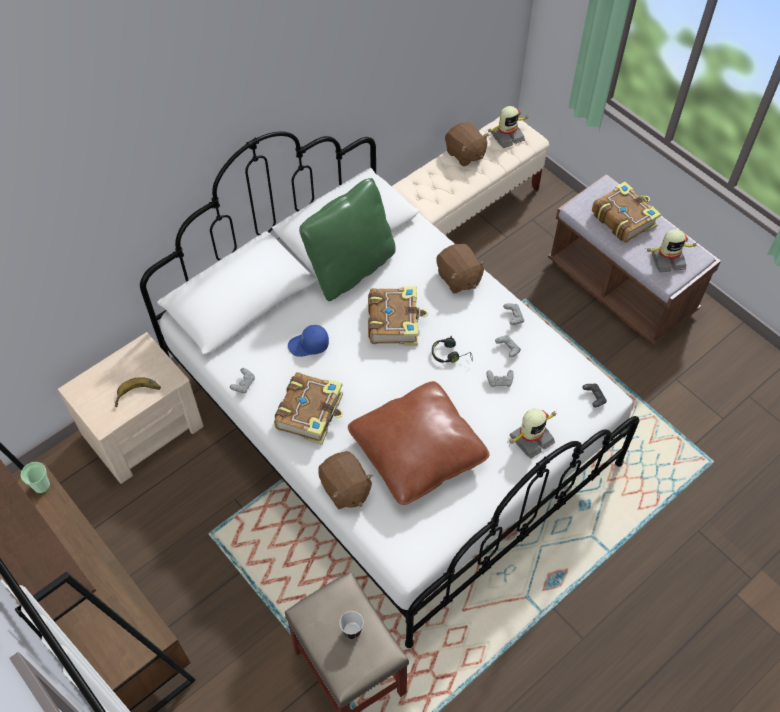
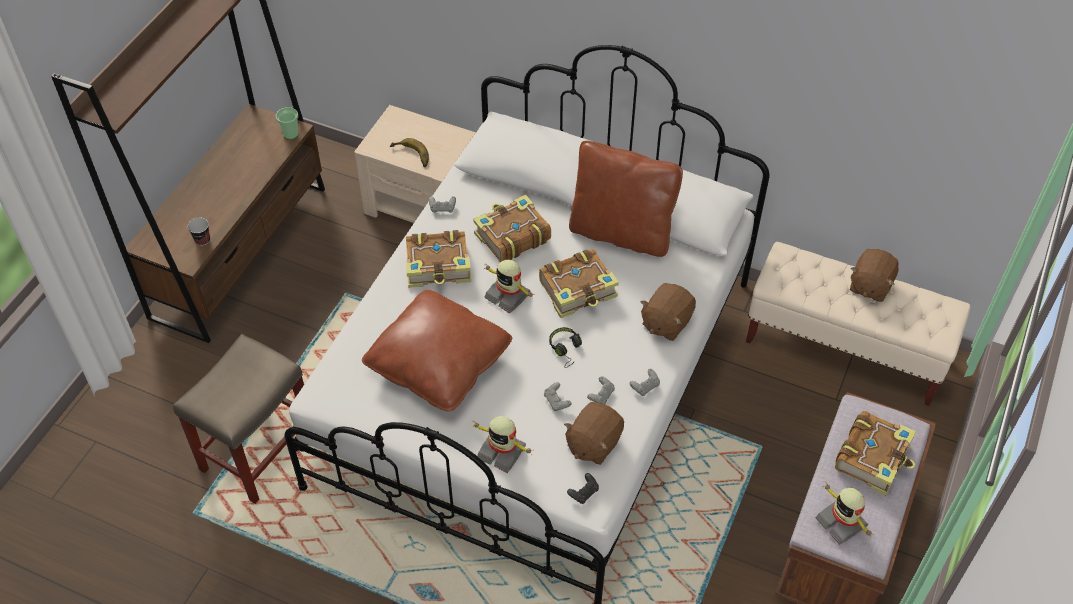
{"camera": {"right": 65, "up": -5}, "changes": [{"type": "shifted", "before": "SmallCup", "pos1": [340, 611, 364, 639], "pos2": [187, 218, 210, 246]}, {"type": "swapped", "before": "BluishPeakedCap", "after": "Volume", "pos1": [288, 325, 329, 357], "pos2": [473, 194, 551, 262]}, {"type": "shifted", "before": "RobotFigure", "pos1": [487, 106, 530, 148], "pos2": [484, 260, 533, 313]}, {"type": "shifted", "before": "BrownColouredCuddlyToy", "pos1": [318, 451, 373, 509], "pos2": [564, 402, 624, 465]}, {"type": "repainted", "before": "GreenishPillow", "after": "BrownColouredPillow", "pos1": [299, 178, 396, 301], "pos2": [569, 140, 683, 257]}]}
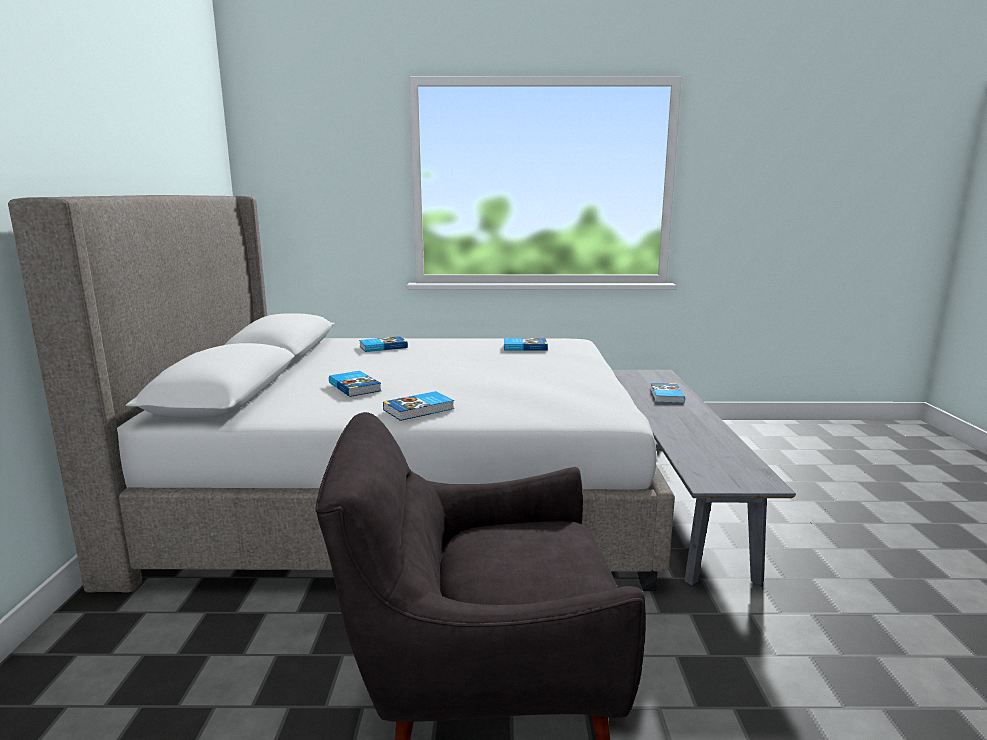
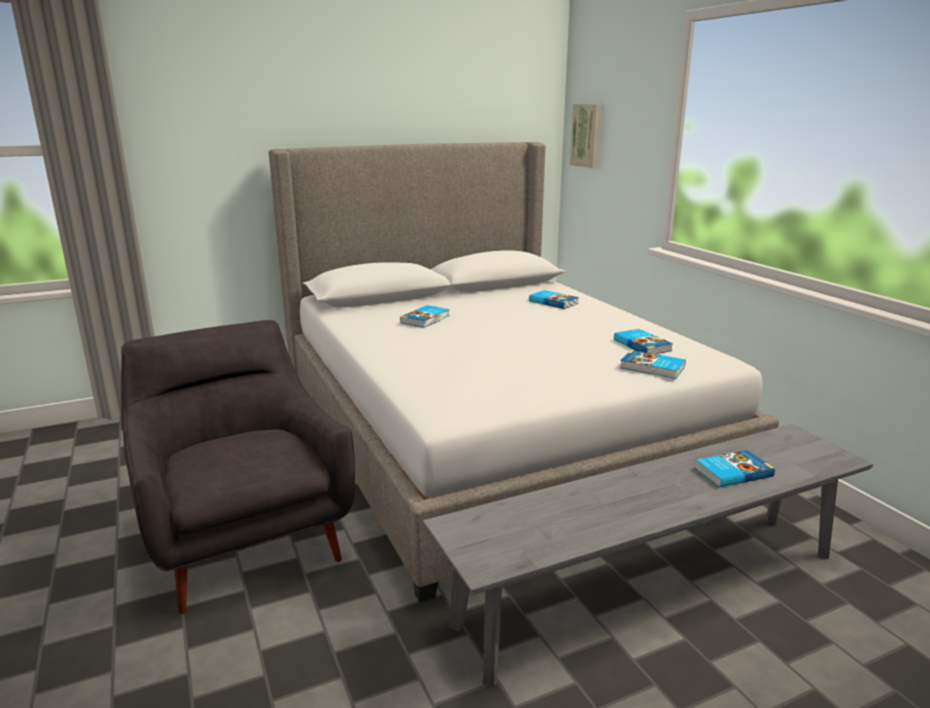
{"camera": {"right": 65, "up": 5}, "changes": [{"type": "new", "after": "WallPicture", "pos2": [570, 104, 601, 168]}, {"type": "shifted", "before": "Volume", "pos1": [383, 391, 454, 421], "pos2": [620, 350, 686, 379]}]}
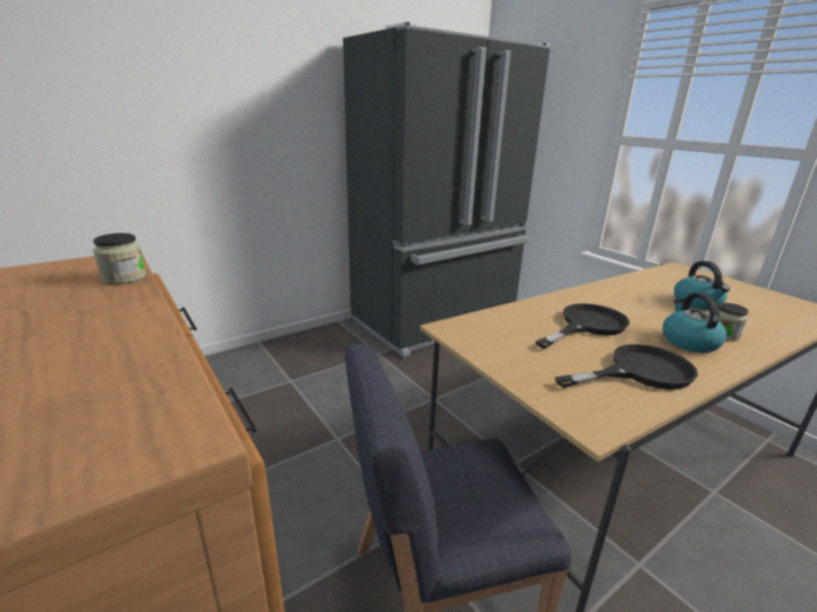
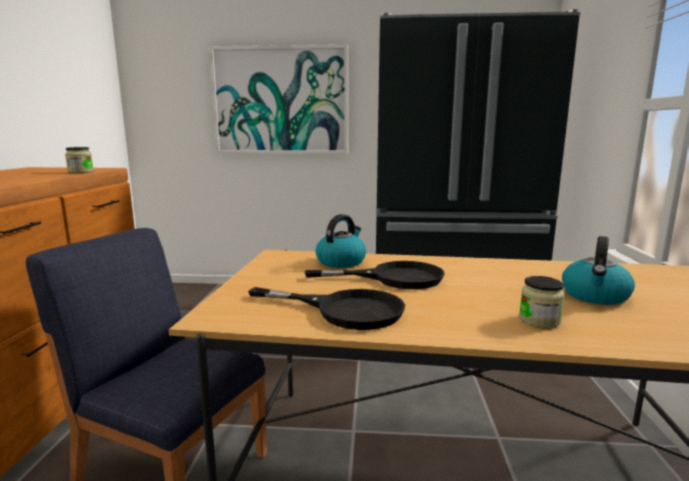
{"camera": {"right": 40, "up": -10}, "changes": [{"type": "new", "after": "WallPicture", "pos2": [209, 44, 348, 154]}, {"type": "shifted", "before": "WaterKettle", "pos1": [663, 293, 726, 353], "pos2": [316, 214, 366, 268]}]}
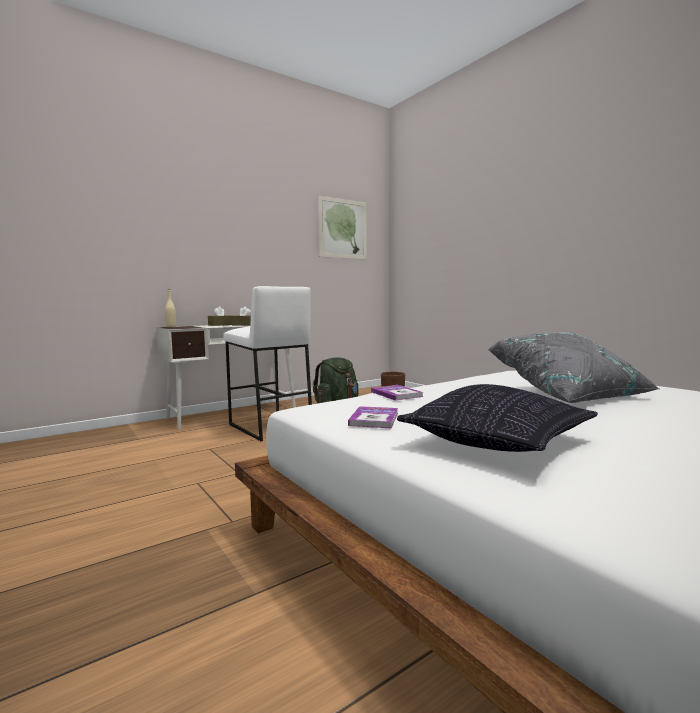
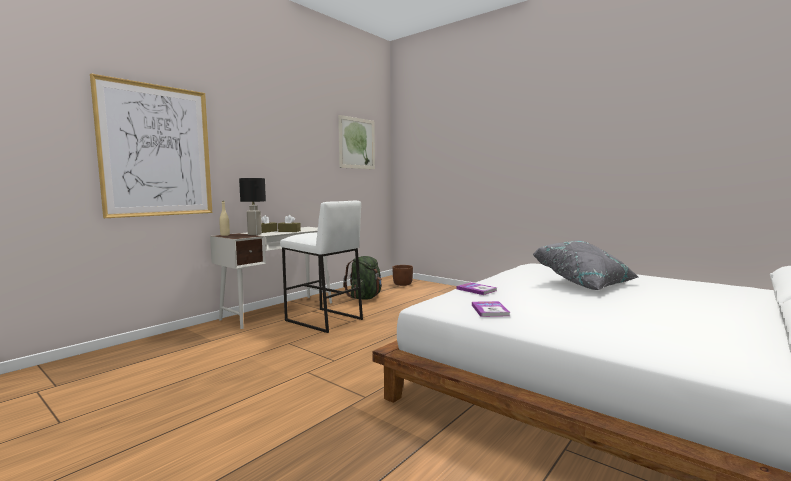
{"camera": {"right": -15, "up": 0}, "changes": [{"type": "new", "after": "WallPicture", "pos2": [90, 73, 212, 218]}, {"type": "new", "after": "BlackTableLamp", "pos2": [239, 178, 266, 235]}, {"type": "gone", "before": "Pillow", "pos1": [397, 384, 598, 452]}]}
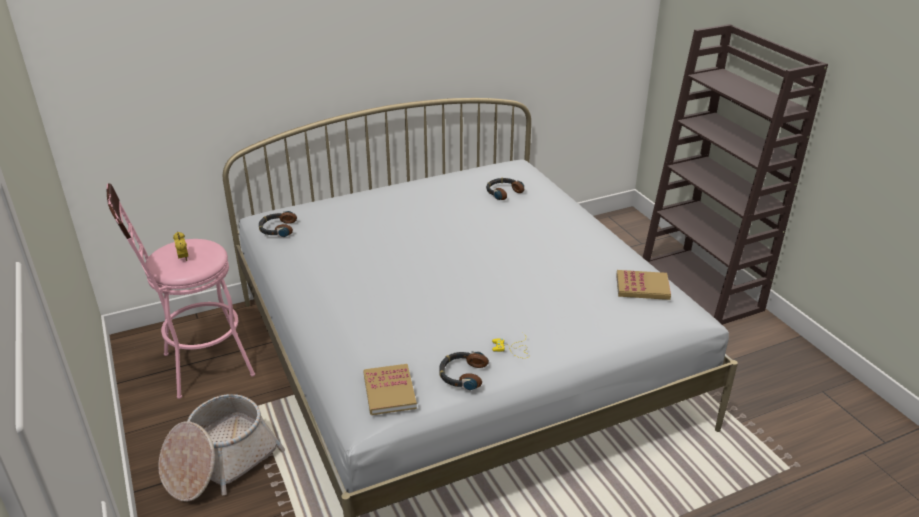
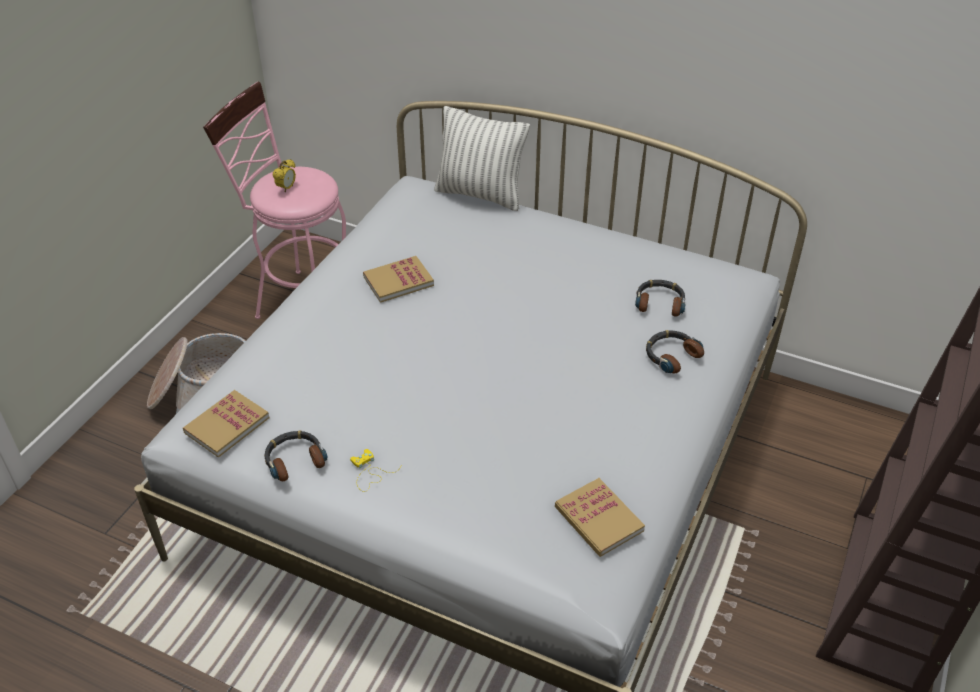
{"camera": {"right": 50, "up": 10}, "changes": [{"type": "new", "after": "Volume", "pos2": [363, 256, 434, 303]}, {"type": "new", "after": "Pillow", "pos2": [434, 106, 530, 211]}, {"type": "shifted", "before": "Headphones", "pos1": [259, 211, 297, 237], "pos2": [646, 330, 704, 373]}]}
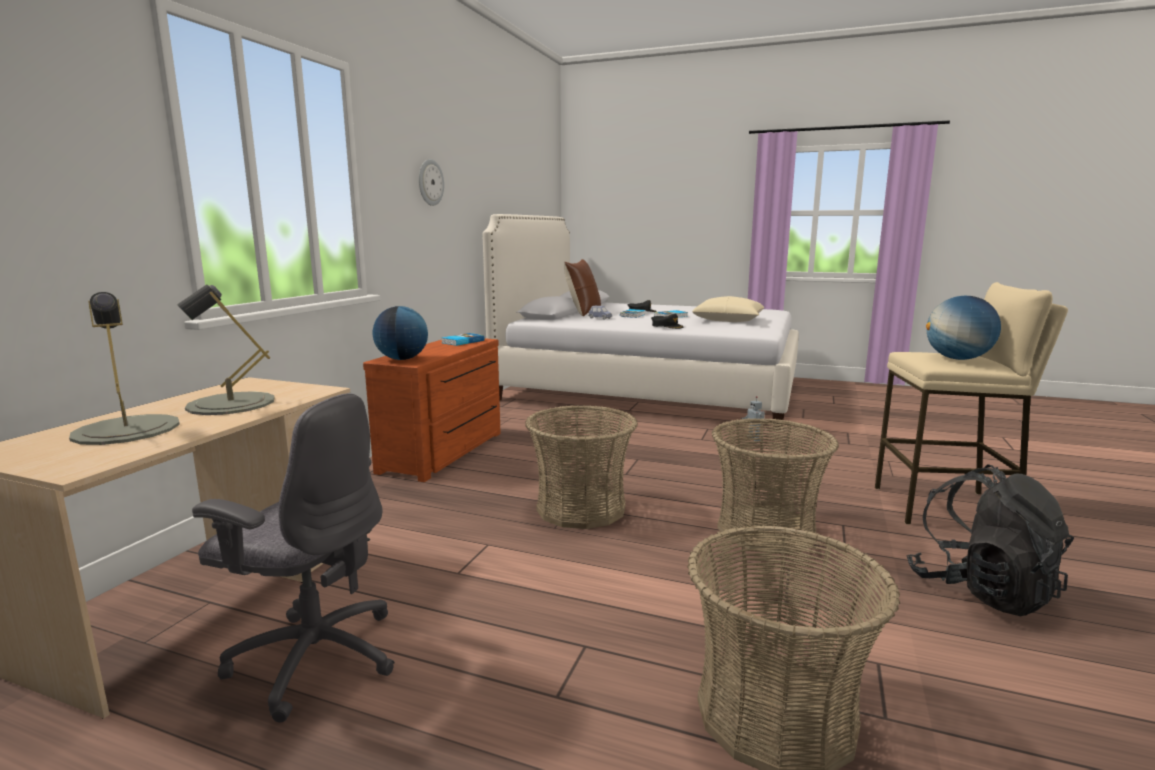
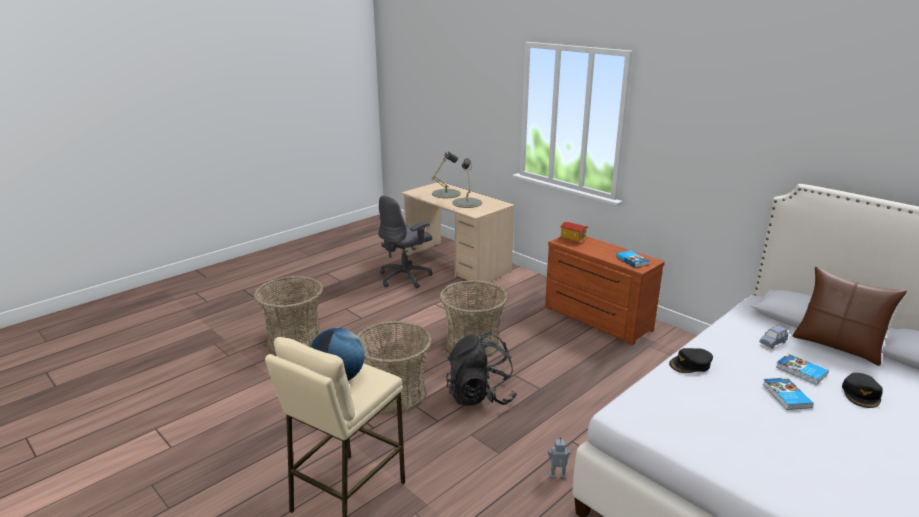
{"camera": {"right": 115, "up": 10}, "changes": [{"type": "shifted", "before": "BlackRucksack", "pos1": [906, 464, 1074, 616], "pos2": [446, 332, 517, 406]}, {"type": "swapped", "before": "WorldGlobe", "after": "MiniatureHouse", "pos1": [373, 306, 428, 360], "pos2": [560, 222, 588, 244]}, {"type": "gone", "before": "ClockOnTheWall", "pos1": [419, 159, 444, 206]}, {"type": "gone", "before": "BeigePillow", "pos1": [692, 296, 764, 322]}]}
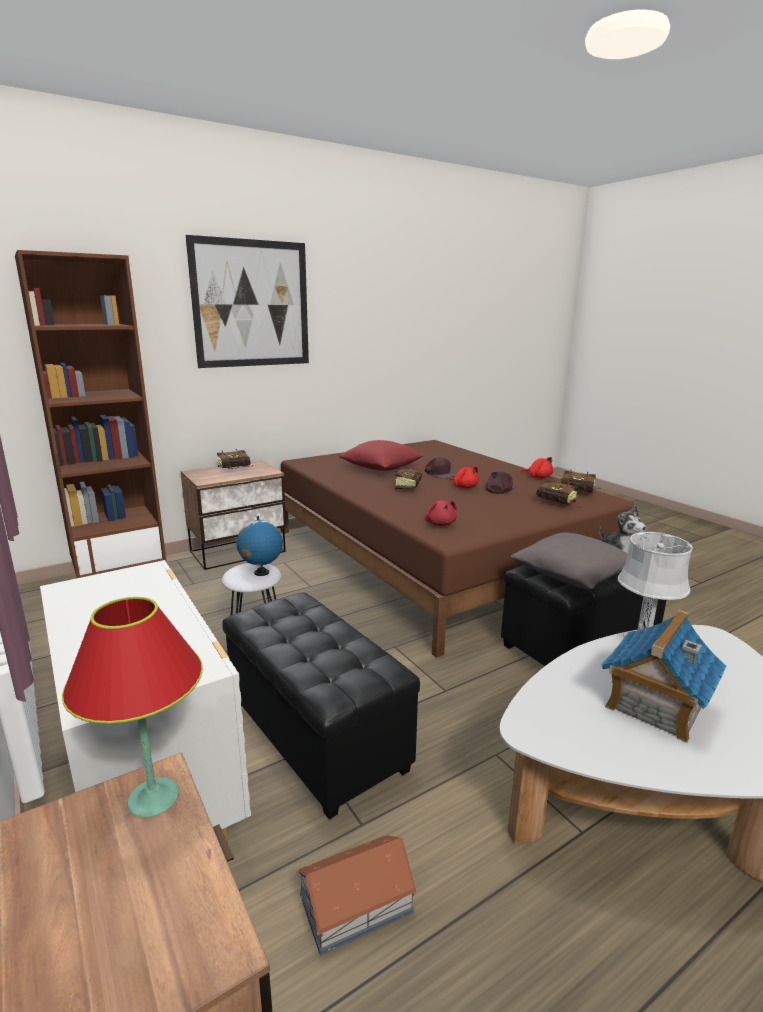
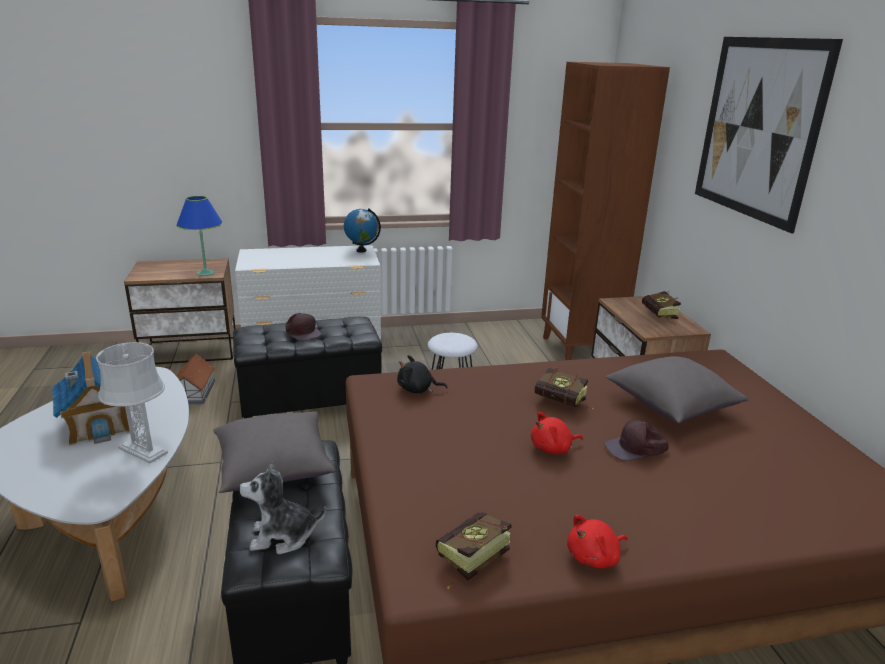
{"camera": {"right": 110, "up": 5}, "changes": [{"type": "repainted", "before": "ReddishTableLamp", "after": "BluishTableLamp", "pos1": [62, 597, 203, 818], "pos2": [176, 196, 223, 276]}, {"type": "shifted", "before": "BrownColouredPeakedCap", "pos1": [485, 472, 515, 494], "pos2": [286, 313, 321, 341]}, {"type": "shifted", "before": "WorldGlobe", "pos1": [237, 516, 283, 576], "pos2": [344, 208, 381, 253]}, {"type": "repainted", "before": "ReddishCuddlyToy", "after": "BlackCuddlyToy", "pos1": [425, 500, 457, 526], "pos2": [397, 355, 447, 393]}, {"type": "repainted", "before": "ReddishPillow", "after": "GreyPillow", "pos1": [339, 440, 424, 471], "pos2": [606, 356, 749, 423]}, {"type": "gone", "before": "Volume", "pos1": [536, 479, 582, 508]}]}
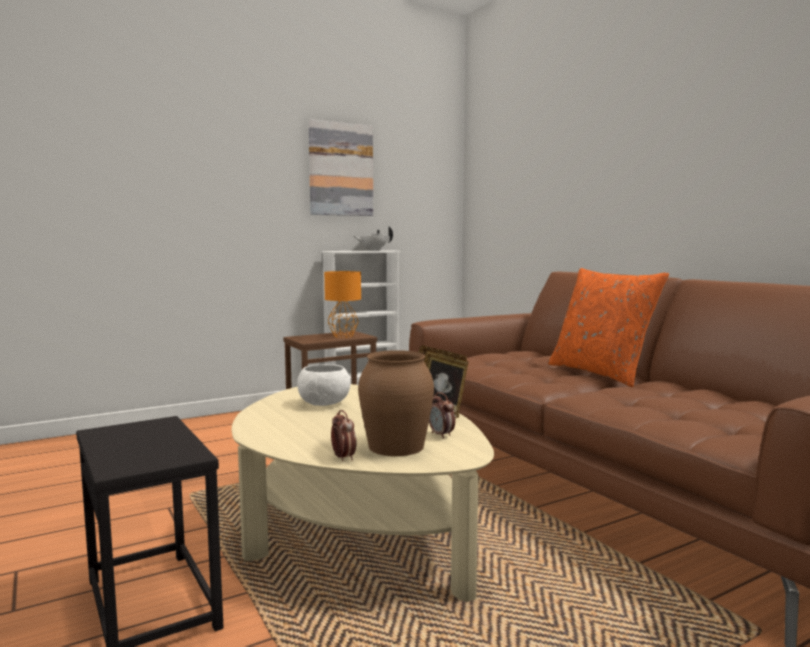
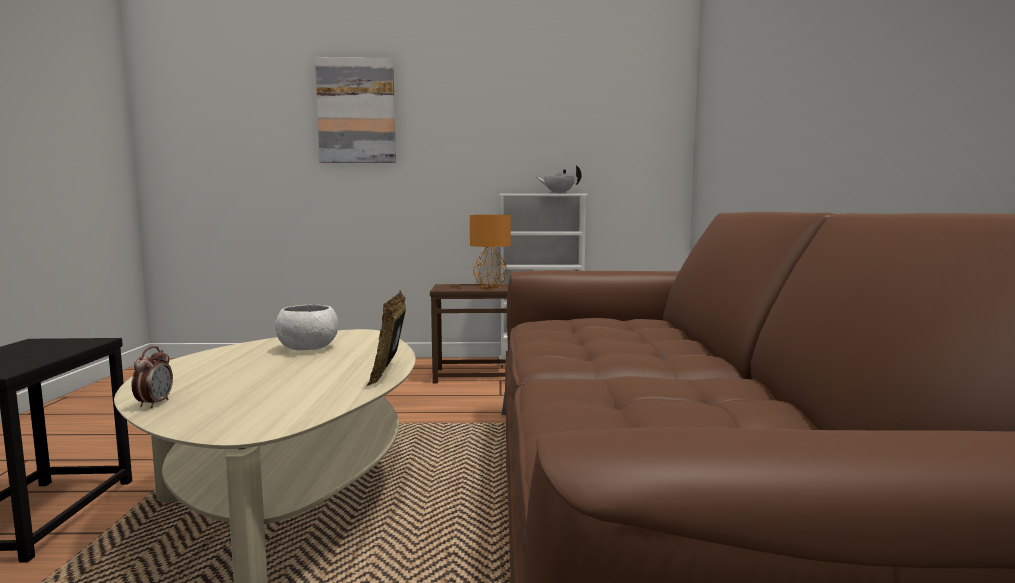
{"camera": {"right": 30, "up": 0}, "changes": [{"type": "shifted", "before": "WallPicture", "pos1": [309, 119, 373, 216], "pos2": [315, 57, 396, 163]}, {"type": "gone", "before": "BrownColouredDecorativeVase", "pos1": [358, 350, 434, 456]}, {"type": "gone", "before": "TableClock", "pos1": [429, 392, 455, 439]}, {"type": "gone", "before": "OrangeyPillow", "pos1": [548, 268, 669, 387]}]}
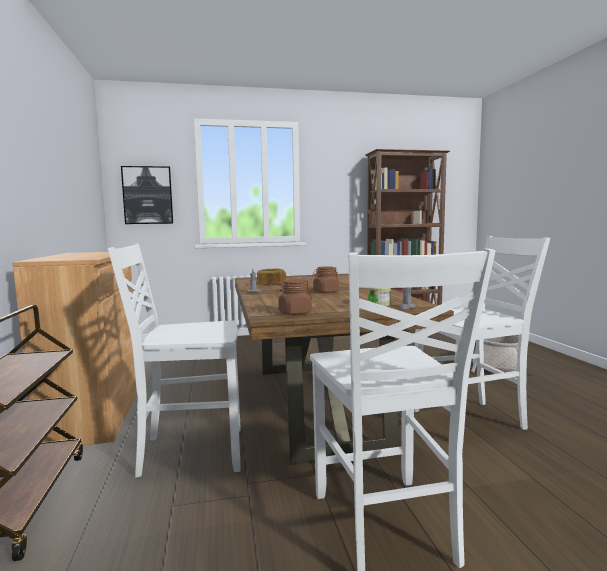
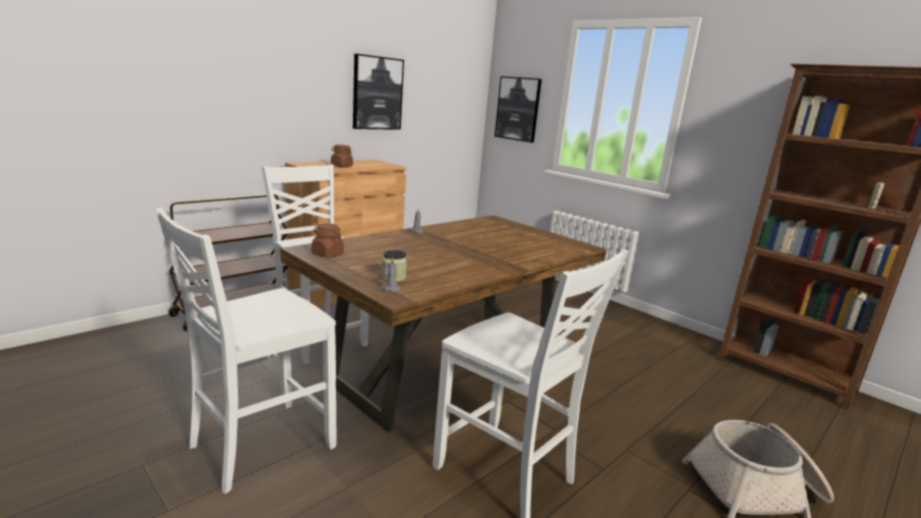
{"camera": {"right": 55, "up": 10}, "changes": [{"type": "shifted", "before": "BrownColouredStorageJar", "pos1": [313, 266, 339, 293], "pos2": [331, 145, 353, 167]}, {"type": "new", "after": "WallPicture", "pos2": [353, 54, 404, 130]}, {"type": "gone", "before": "BakeryBread", "pos1": [257, 269, 286, 285]}]}
